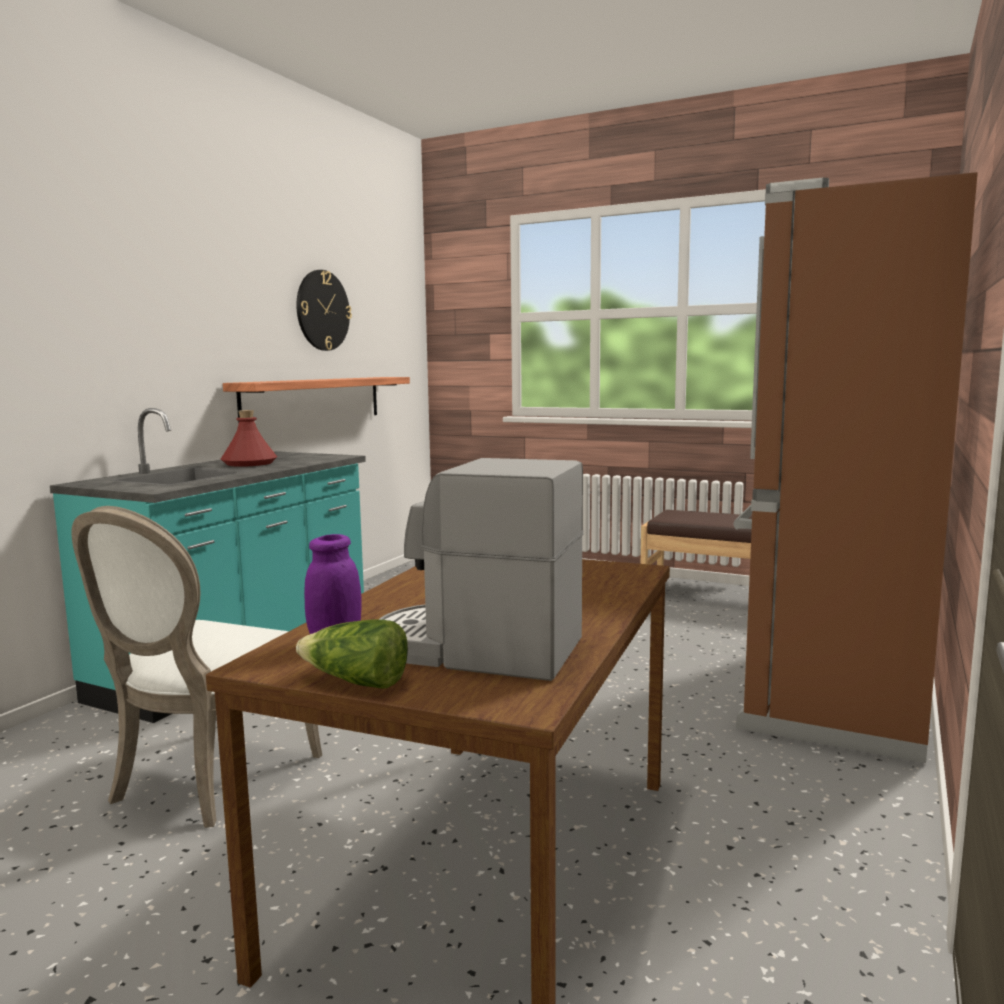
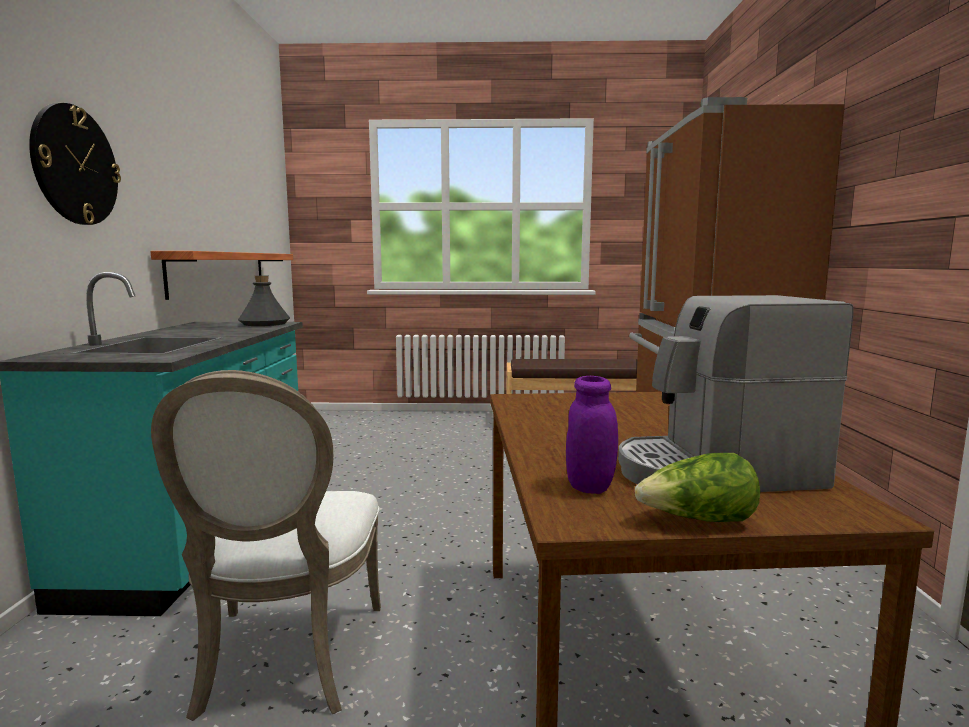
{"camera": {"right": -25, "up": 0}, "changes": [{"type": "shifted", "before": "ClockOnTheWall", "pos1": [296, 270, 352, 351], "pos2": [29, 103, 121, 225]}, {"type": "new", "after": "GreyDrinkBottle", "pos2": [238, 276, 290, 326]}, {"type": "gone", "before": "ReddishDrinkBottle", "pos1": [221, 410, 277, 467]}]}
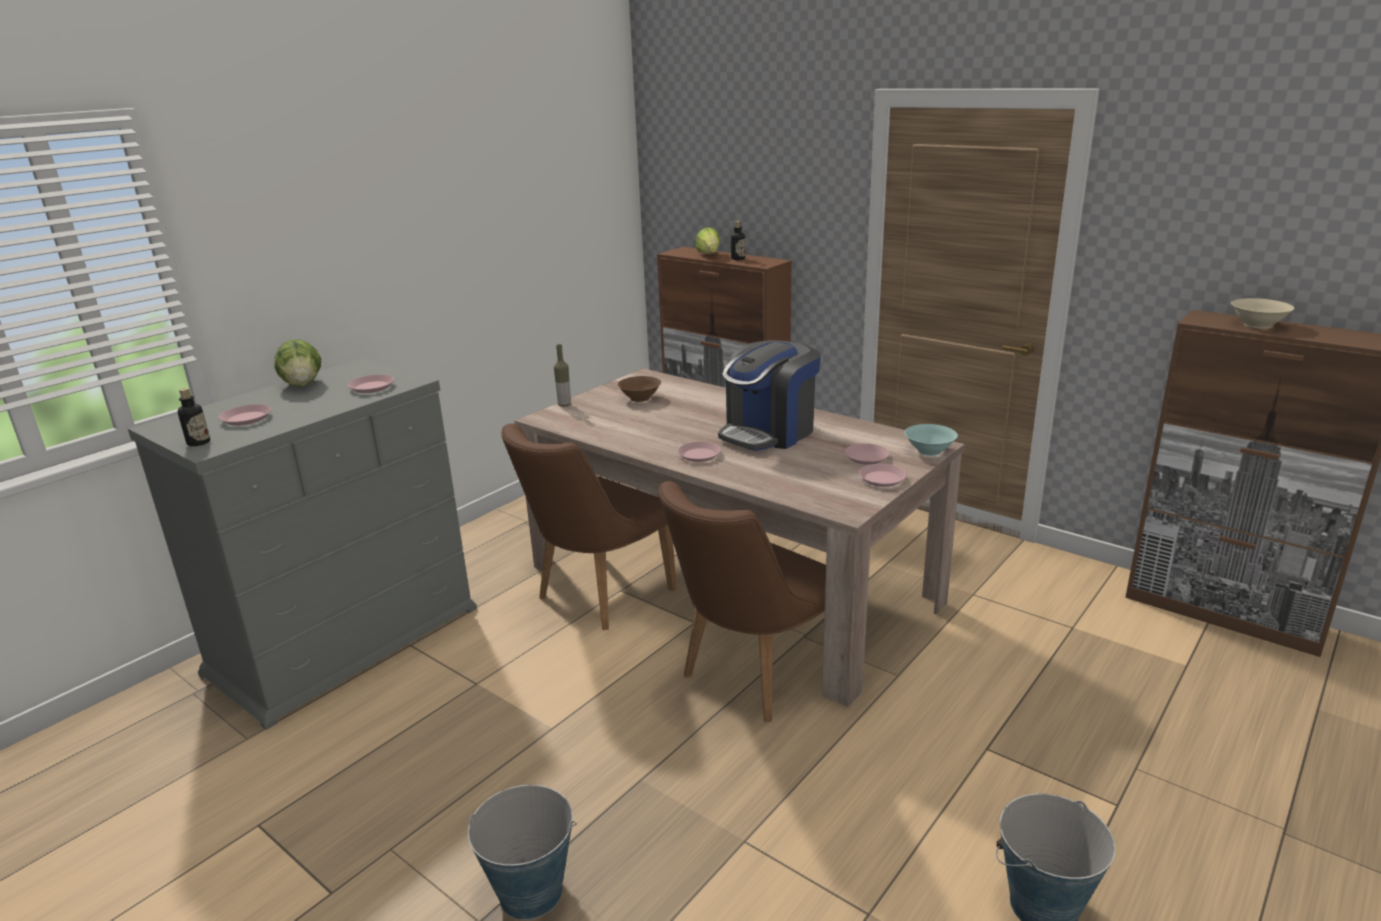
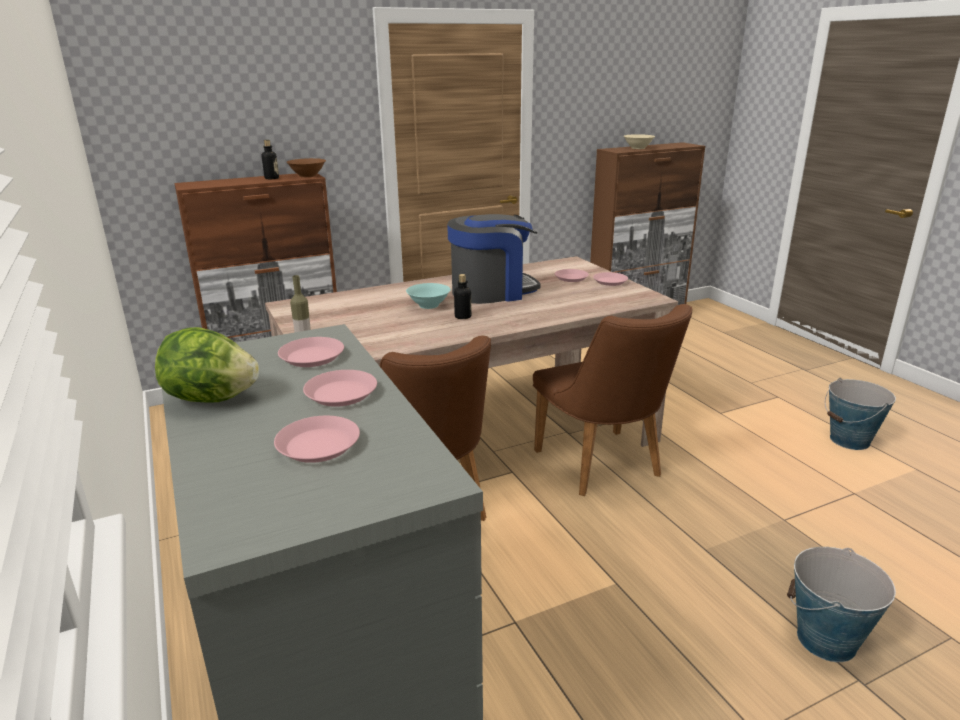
{"camera": {"right": -65, "up": 0}, "changes": [{"type": "shifted", "before": "BrownColouredDeepDish", "pos1": [618, 376, 661, 402], "pos2": [287, 158, 326, 177]}, {"type": "shifted", "before": "PinkFlatDish", "pos1": [678, 441, 721, 462], "pos2": [303, 370, 377, 407]}, {"type": "shifted", "before": "BlueGreenDeepDish", "pos1": [905, 424, 958, 456], "pos2": [406, 283, 451, 309]}, {"type": "rotated", "before": "CoffeeBrewer", "pos1": [718, 340, 821, 451], "pos2": [447, 214, 540, 304], "turn": -90}, {"type": "shifted", "before": "DrinkBottle", "pos1": [178, 388, 210, 446], "pos2": [454, 274, 472, 319]}, {"type": "gone", "before": "Lettuce", "pos1": [696, 227, 720, 254]}]}
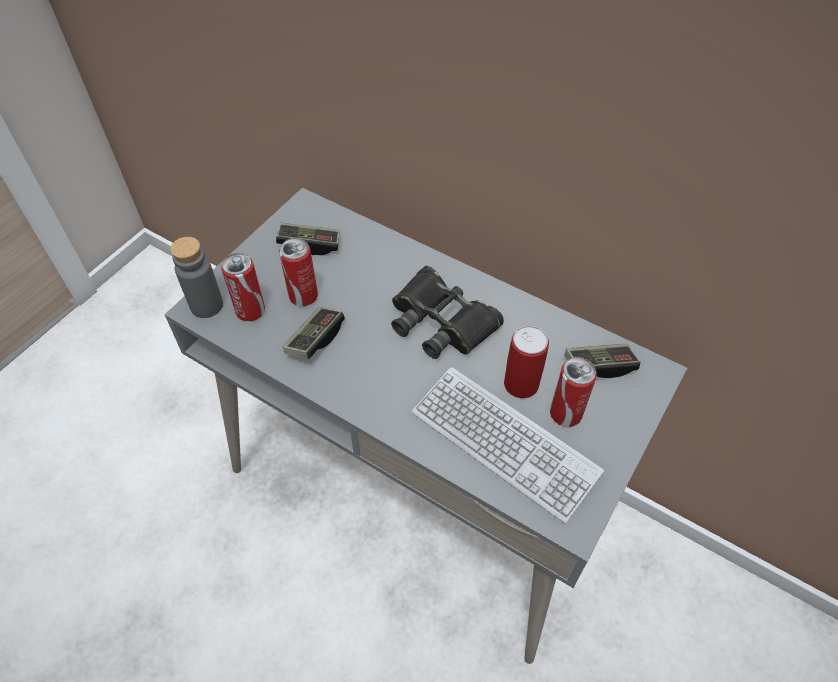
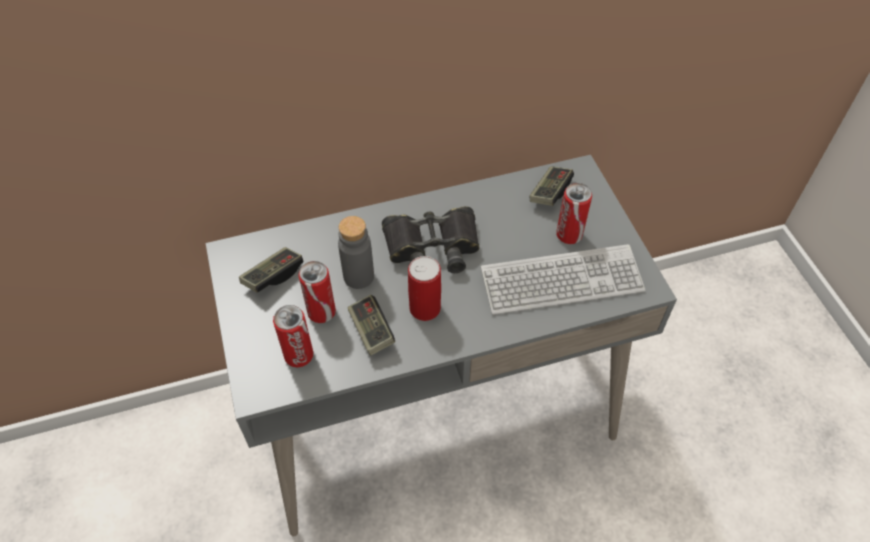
{"camera": {"right": -50, "up": 0}, "changes": [{"type": "shifted", "before": "GreyDrinkBottle", "pos1": [170, 237, 223, 318], "pos2": [338, 216, 374, 289]}, {"type": "shifted", "before": "MetalCan", "pos1": [504, 326, 549, 398], "pos2": [408, 256, 441, 321]}]}
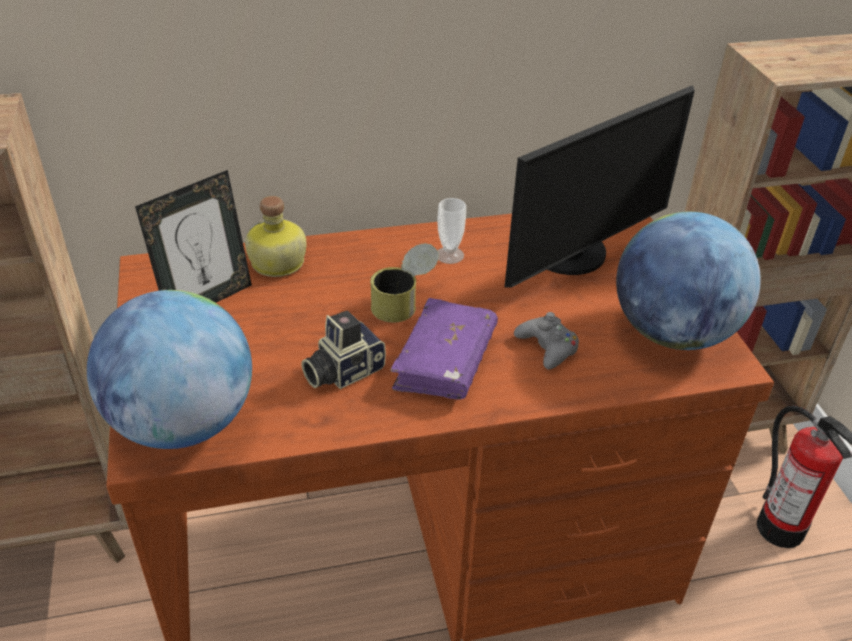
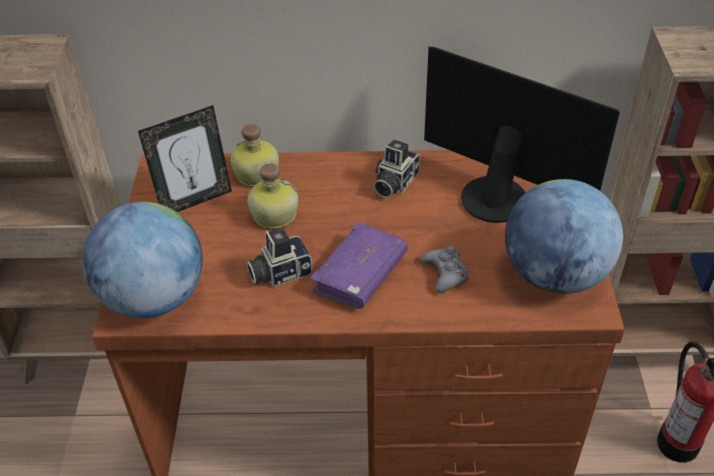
{"camera": {"right": 15, "up": 5}, "changes": [{"type": "new", "after": "DrinkBottle", "pos2": [248, 163, 298, 229]}, {"type": "swapped", "before": "SmallCup", "after": "PhotoCamera", "pos1": [437, 198, 466, 264], "pos2": [373, 140, 420, 198]}, {"type": "rotated", "before": "Monitor", "pos1": [504, 85, 695, 288], "pos2": [424, 47, 620, 223], "turn": -120}, {"type": "gone", "before": "MetalCan", "pos1": [370, 243, 439, 323]}]}
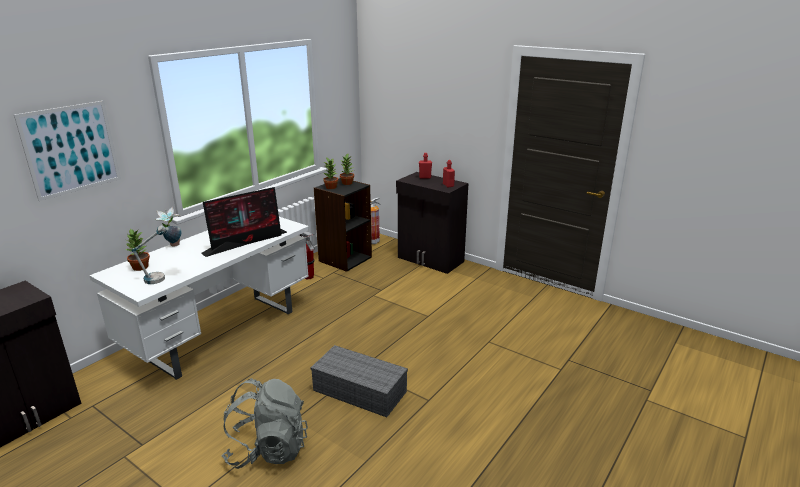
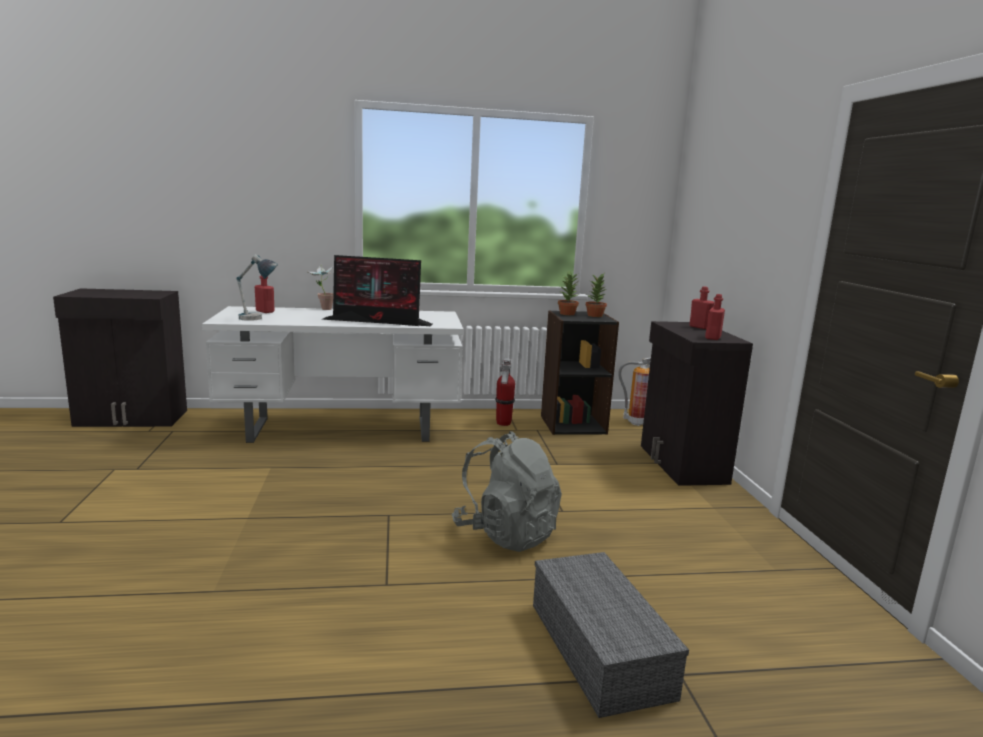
{"camera": {"right": 45, "up": -10}, "changes": [{"type": "swapped", "before": "Houseplant", "after": "ReddishDrinkBottle", "pos1": [125, 229, 150, 271], "pos2": [255, 276, 275, 313]}, {"type": "shifted", "before": "GreyRucksack", "pos1": [221, 378, 308, 469], "pos2": [452, 431, 562, 552]}, {"type": "shifted", "before": "GreyStorageBox", "pos1": [311, 345, 408, 417], "pos2": [533, 552, 689, 718]}, {"type": "gone", "before": "WallPicture", "pos1": [14, 101, 121, 201]}]}
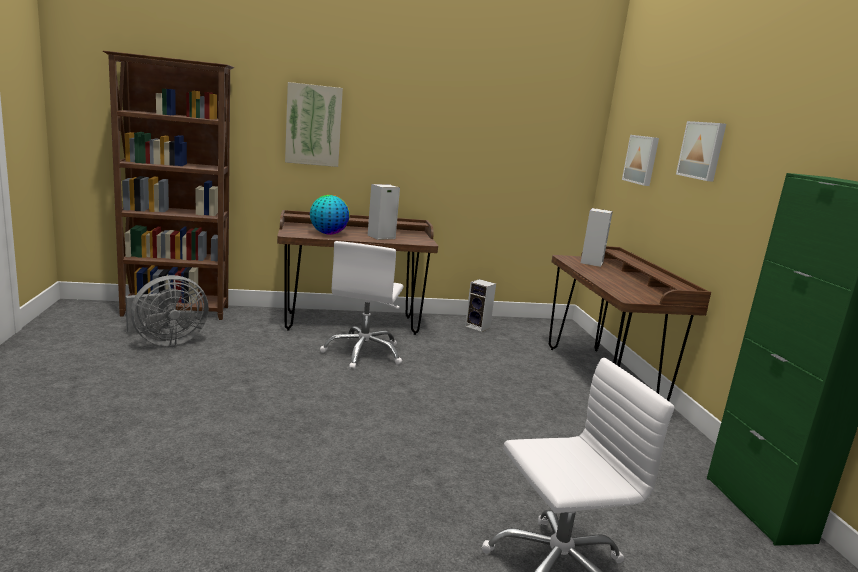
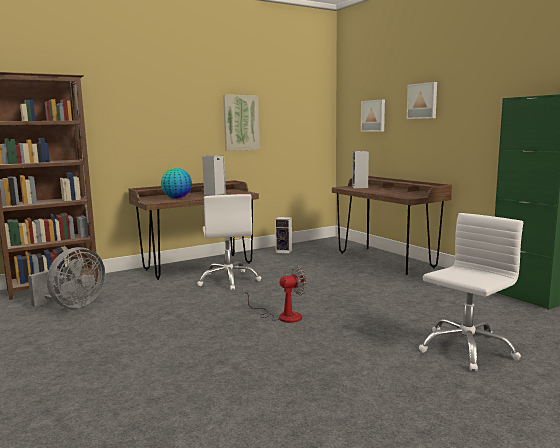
{"camera": {"right": -20, "up": -5}, "changes": [{"type": "shifted", "before": "WallPicture", "pos1": [285, 82, 343, 167], "pos2": [223, 95, 259, 151]}, {"type": "new", "after": "Fan", "pos2": [243, 266, 307, 323]}]}
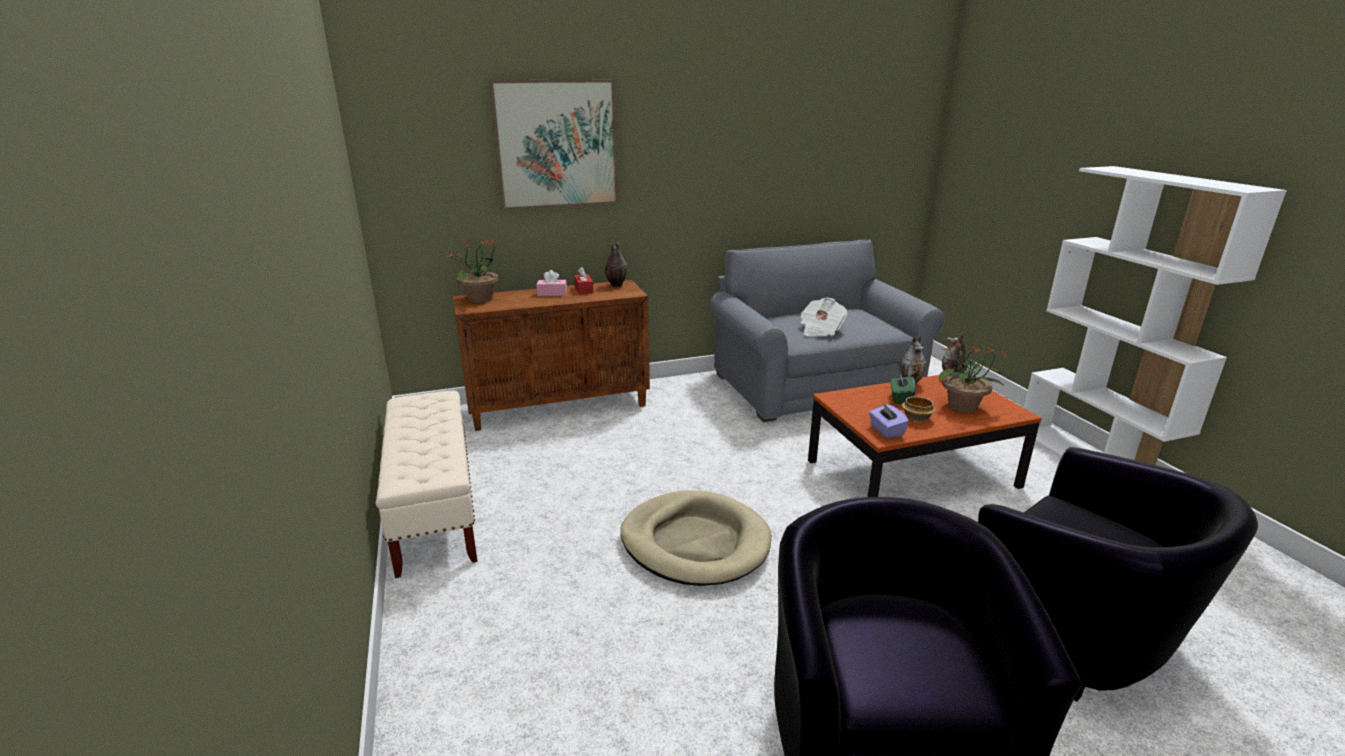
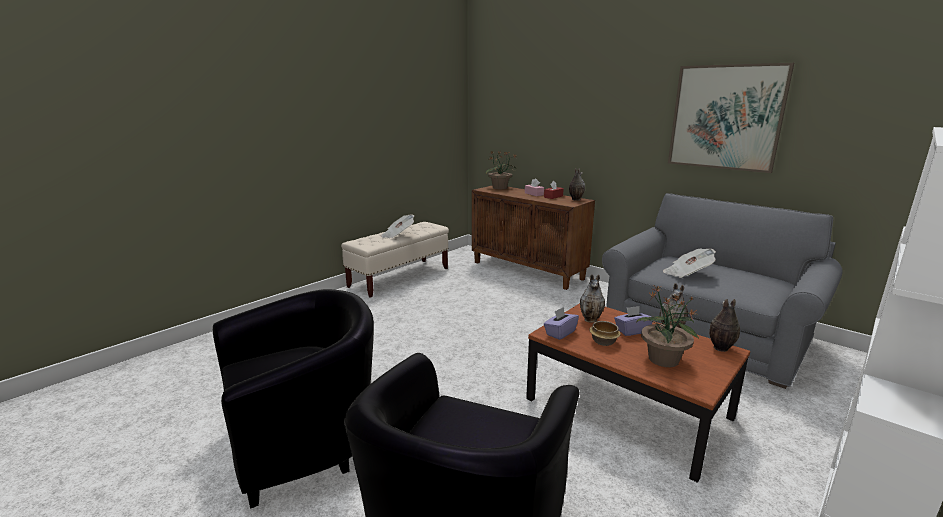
{"camera": {"right": 60, "up": -5}, "changes": [{"type": "new", "after": "Newspaper", "pos2": [381, 214, 414, 238]}, {"type": "new", "after": "DecorativeVase", "pos2": [580, 274, 605, 323]}, {"type": "repainted", "before": "GreenishTissueHolder", "after": "PurpleTissueHolder", "pos1": [891, 374, 916, 404], "pos2": [614, 306, 653, 336]}, {"type": "shifted", "before": "WallPicture", "pos1": [489, 79, 619, 210], "pos2": [668, 63, 794, 173]}, {"type": "gone", "before": "BeigeDogCushion", "pos1": [620, 490, 772, 586]}]}
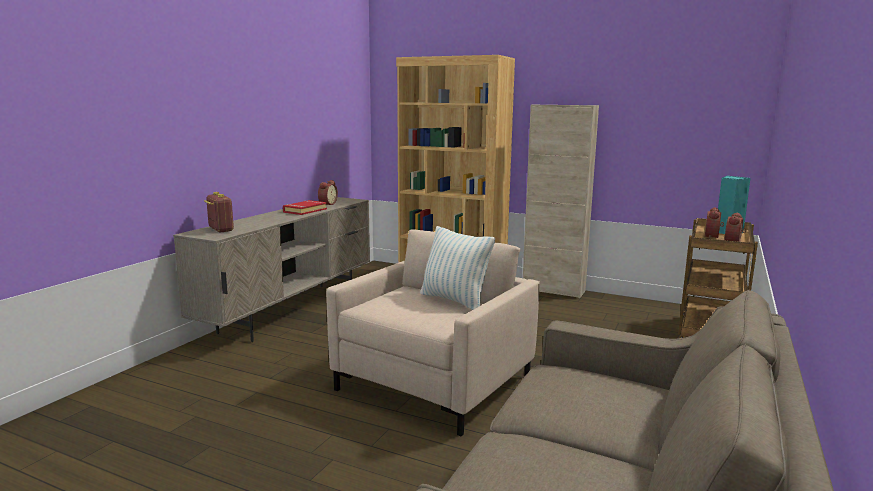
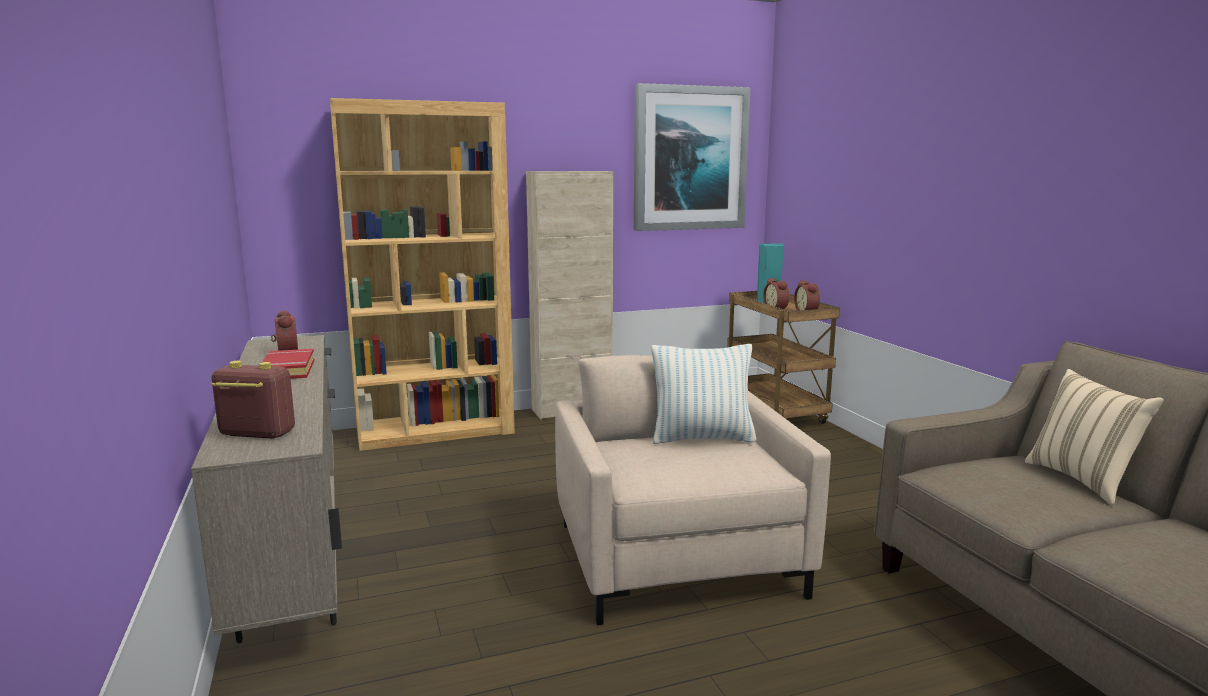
{"camera": {"right": -45, "up": 0}, "changes": [{"type": "new", "after": "WallPicture", "pos2": [634, 83, 751, 231]}, {"type": "new", "after": "BeigePillow", "pos2": [1025, 369, 1163, 505]}]}
